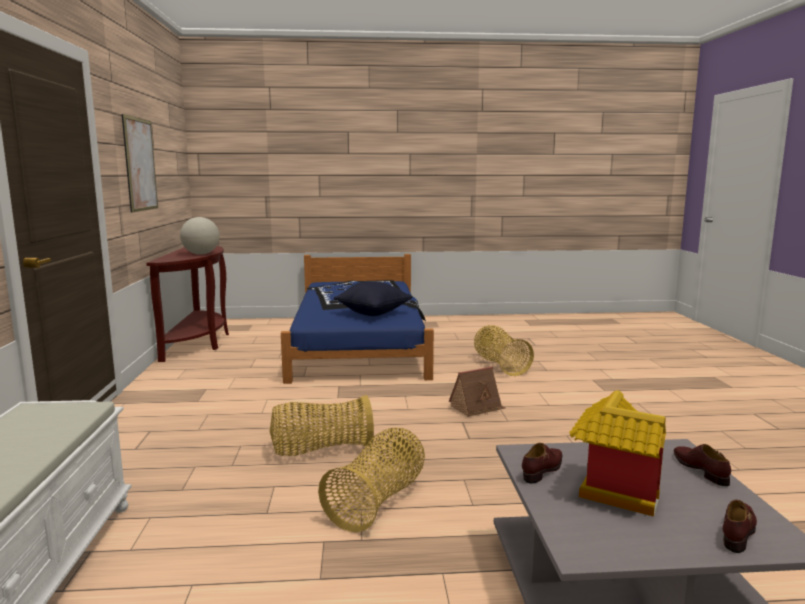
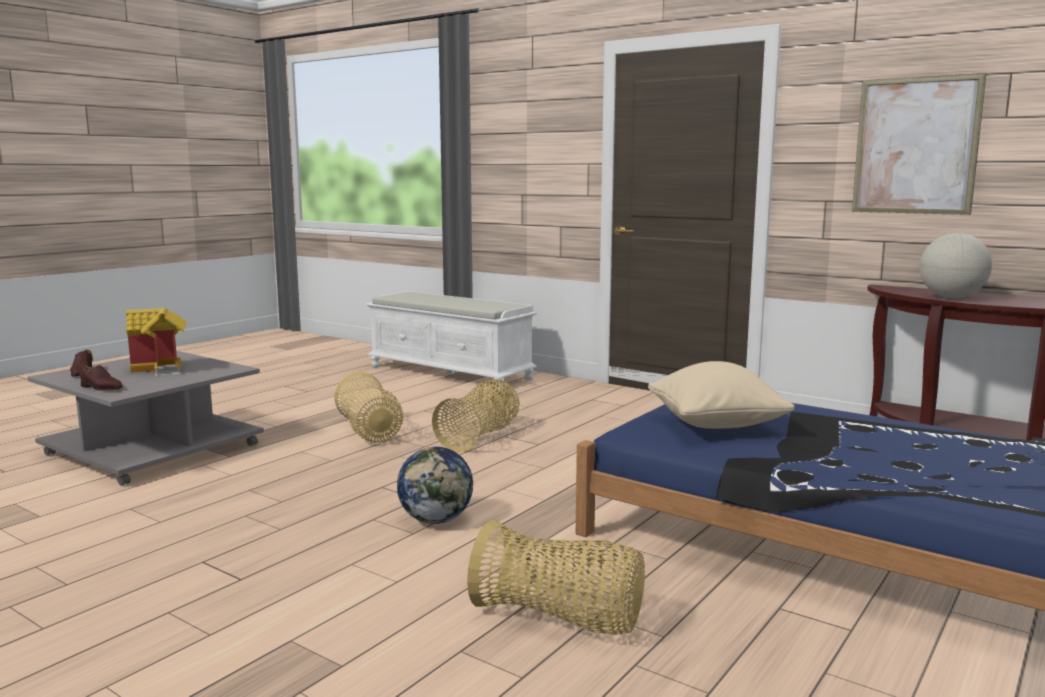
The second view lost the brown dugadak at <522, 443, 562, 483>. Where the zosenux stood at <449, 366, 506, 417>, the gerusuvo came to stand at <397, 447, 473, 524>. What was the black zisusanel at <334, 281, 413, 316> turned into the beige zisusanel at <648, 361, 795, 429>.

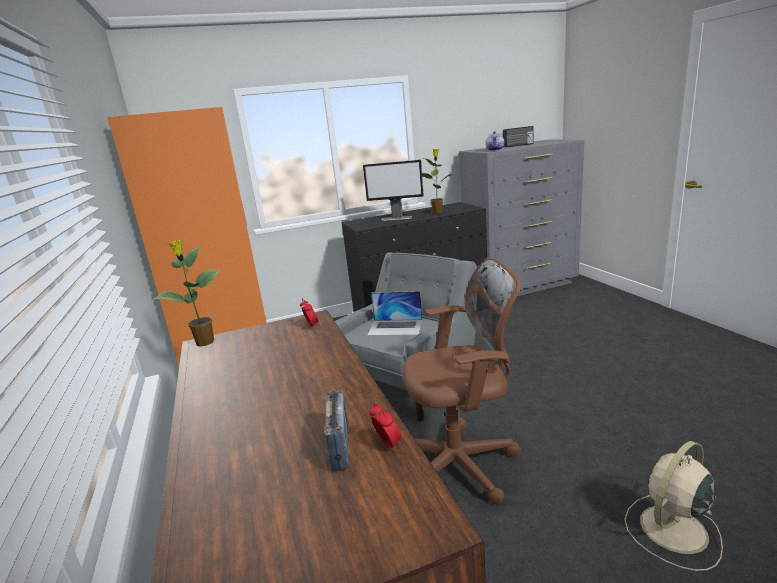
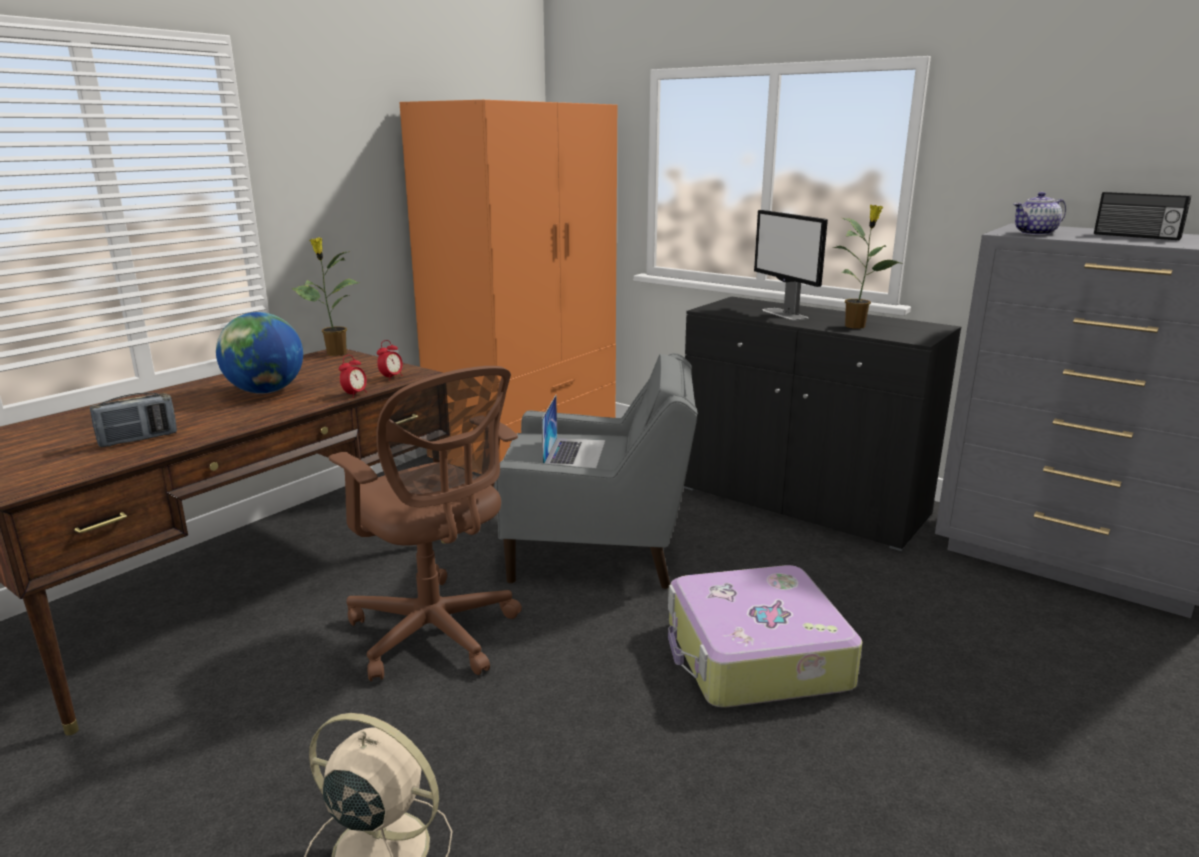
The second view gained the gerusuvo at <216, 312, 303, 394>. The second view gained the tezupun at <668, 565, 862, 707>. The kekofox ended up elsewhere, having gone from <369, 403, 402, 448> to <339, 355, 367, 398>. The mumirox at <367, 291, 422, 336> ended up facing another way, 150 degrees counterclockwise from before.

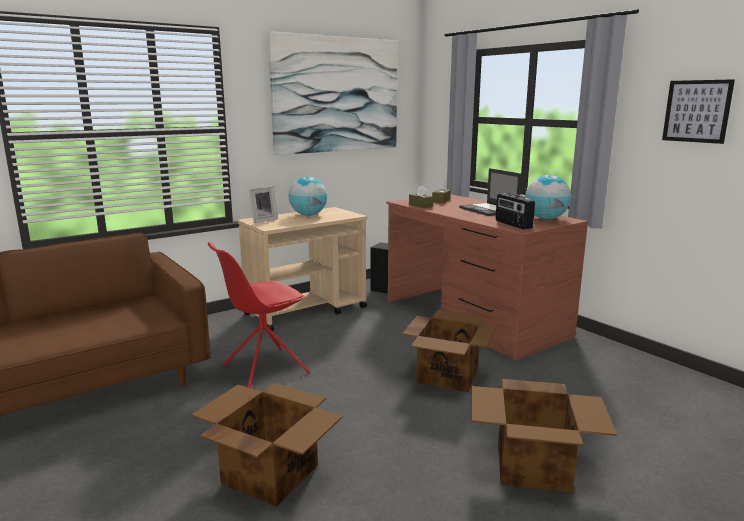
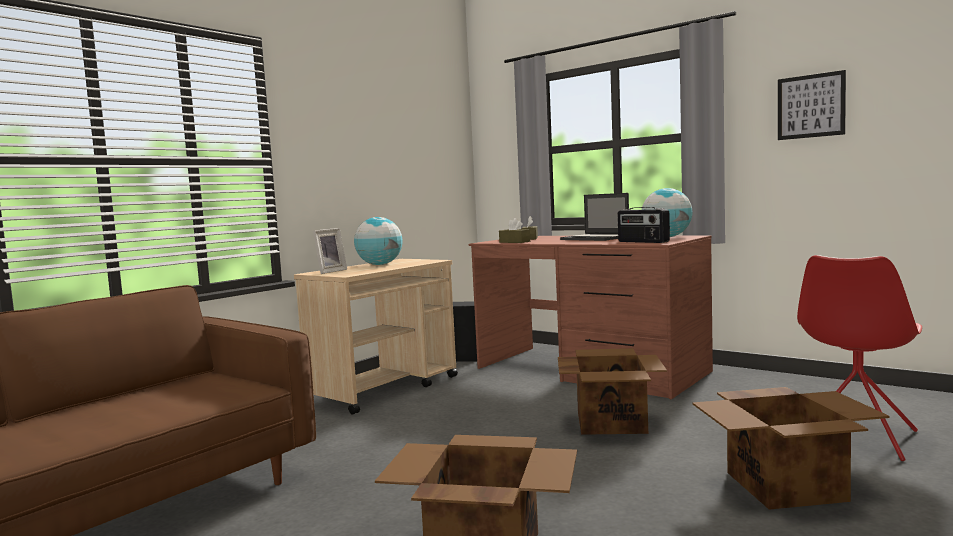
The second view lost the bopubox at <268, 31, 398, 155>. The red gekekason ended up elsewhere, having gone from <208, 242, 310, 388> to <797, 255, 922, 461>.

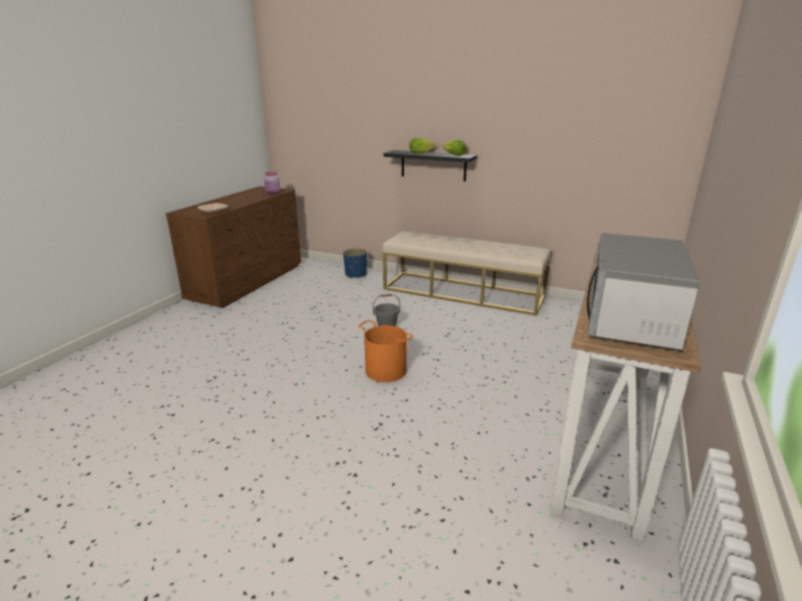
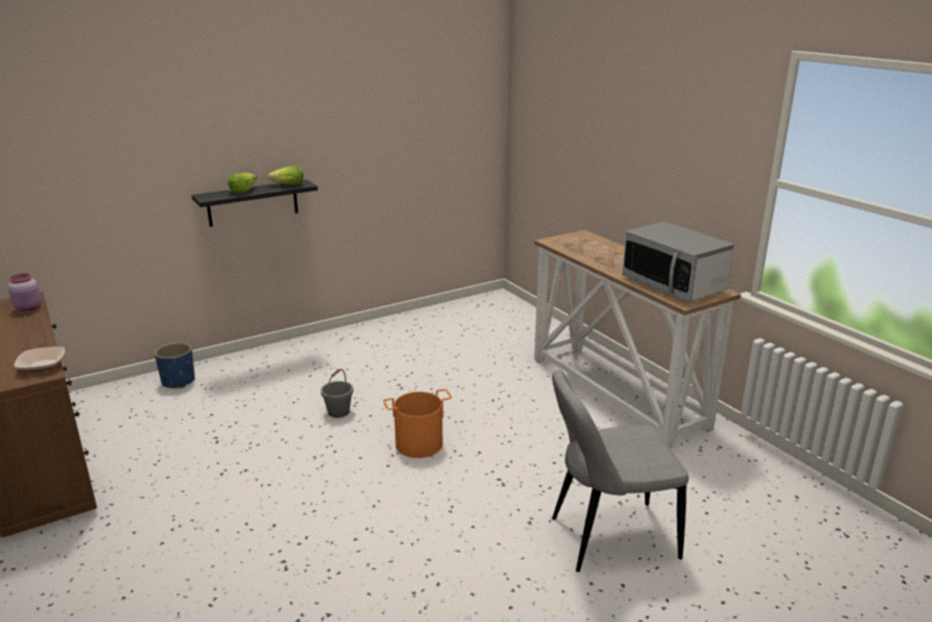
The second view lost the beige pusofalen at <383, 231, 551, 316>. The second view gained the grey gekekason at <552, 370, 689, 572>.

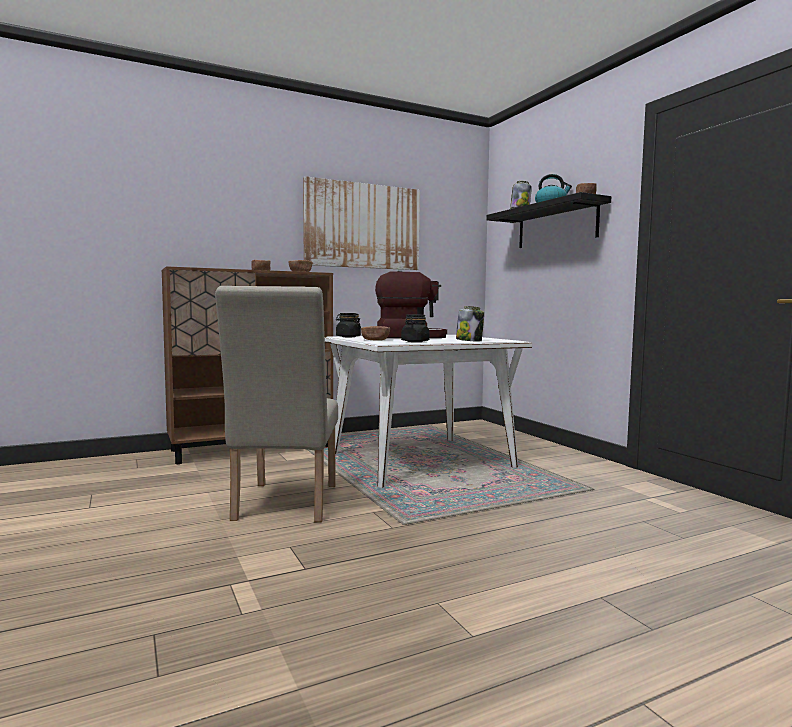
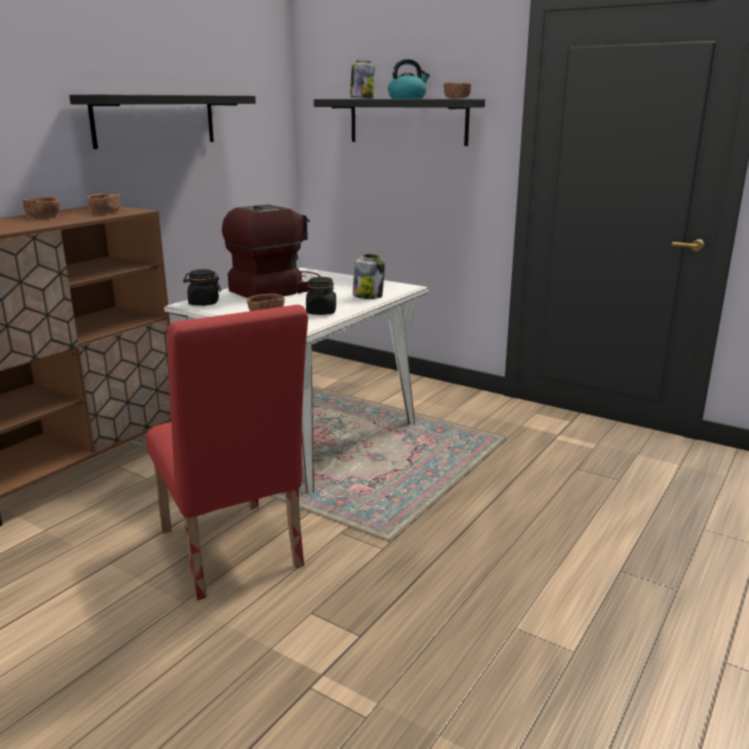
Where the bopubox hung at <303, 176, 420, 270>, the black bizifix came to hang at <69, 95, 256, 149>. What was the beige gekekason at <215, 286, 338, 522> turned into the red gekekason at <146, 305, 308, 600>.

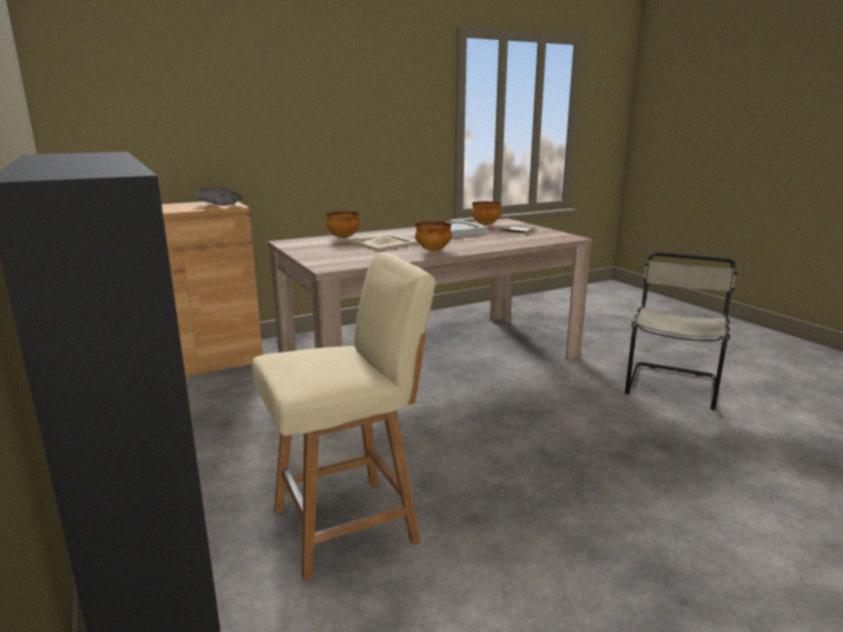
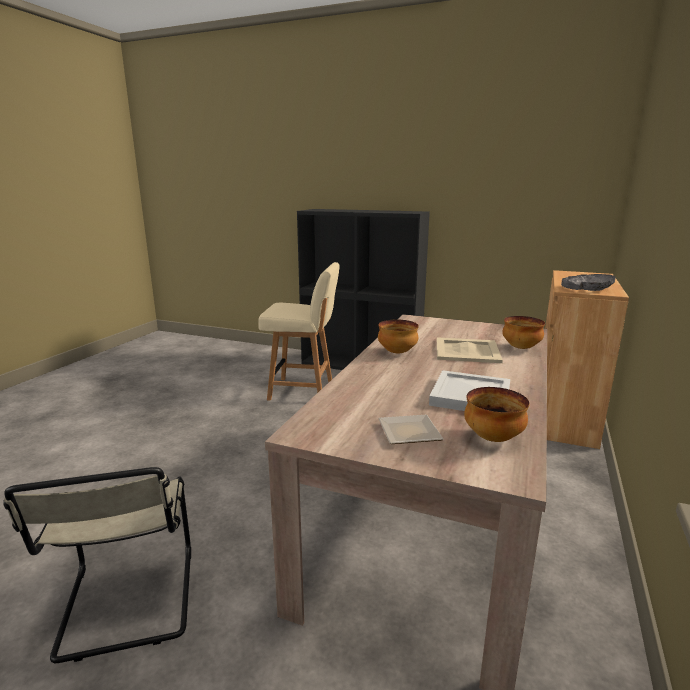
The beige gekekason at <252, 252, 436, 581> ended up facing another way, 105 degrees counterclockwise from before.

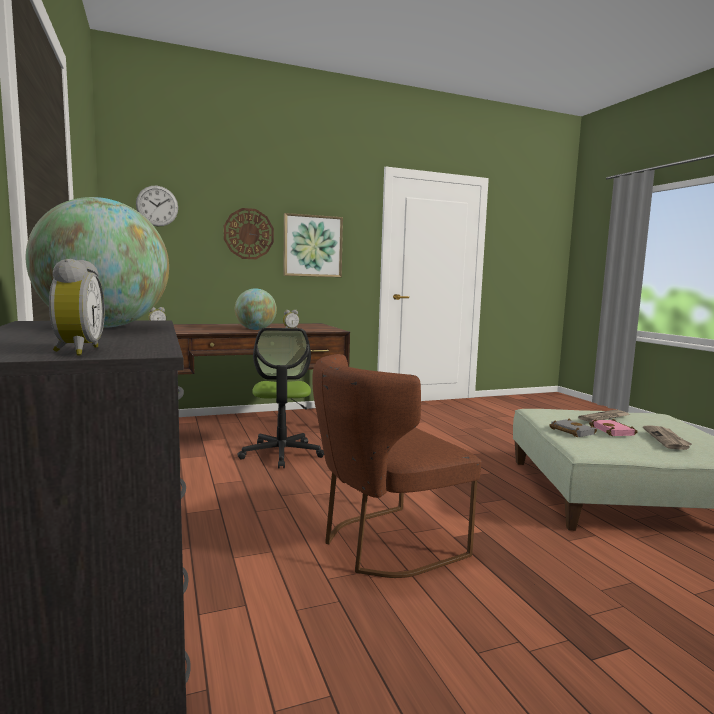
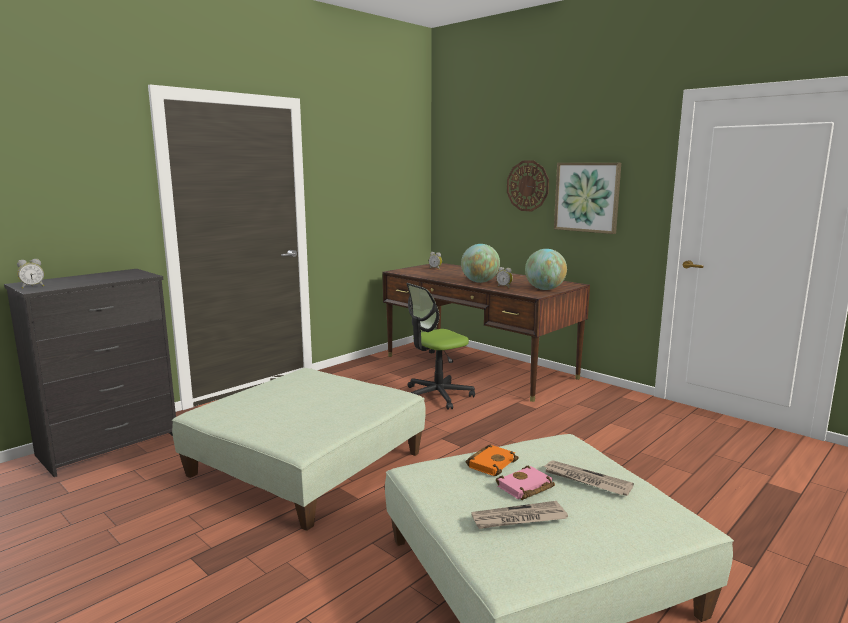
The second view lost the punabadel at <136, 186, 178, 227>. The gerusuvo ended up elsewhere, having gone from <26, 197, 169, 328> to <525, 249, 567, 290>. Where the brown gekekason stood at <312, 354, 481, 578>, the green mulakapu came to stand at <172, 368, 426, 531>. What was the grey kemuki at <549, 418, 597, 437> turned into the orange kemuki at <466, 445, 519, 476>.

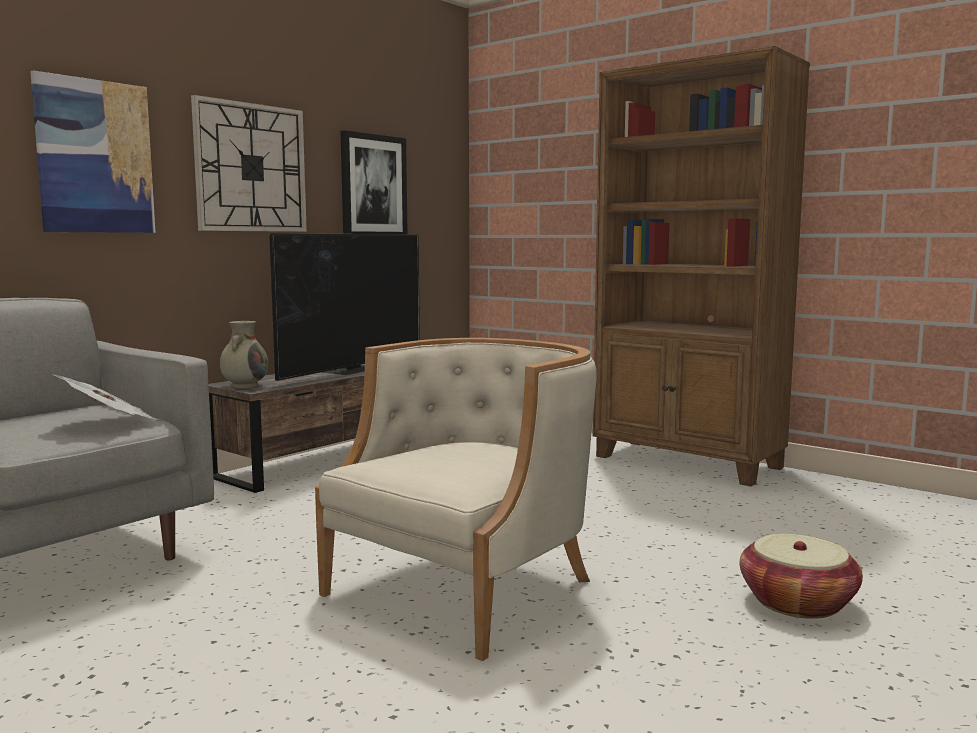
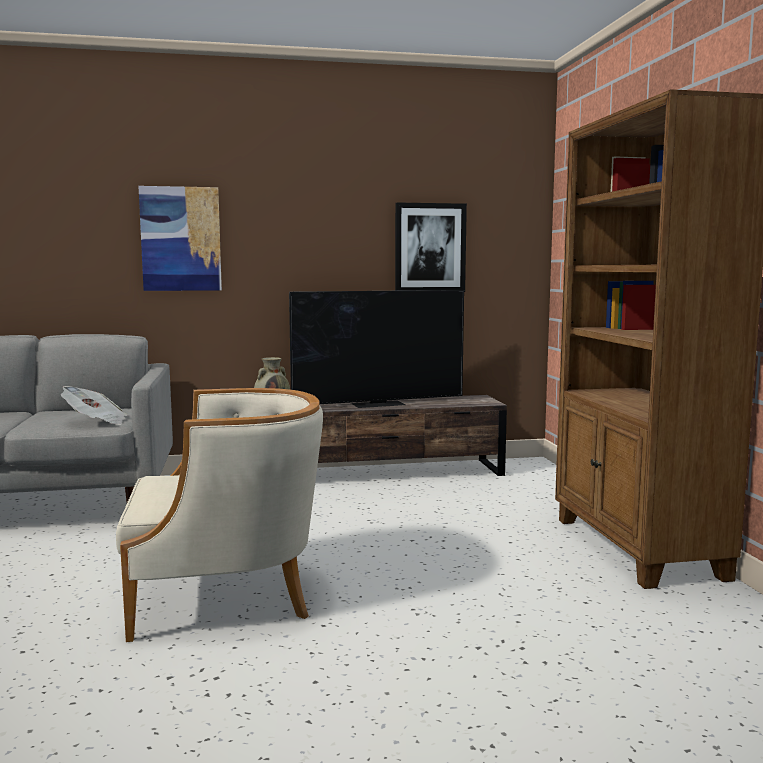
The second view lost the punabadel at <191, 95, 307, 232>. The second view lost the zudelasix at <740, 534, 863, 619>.

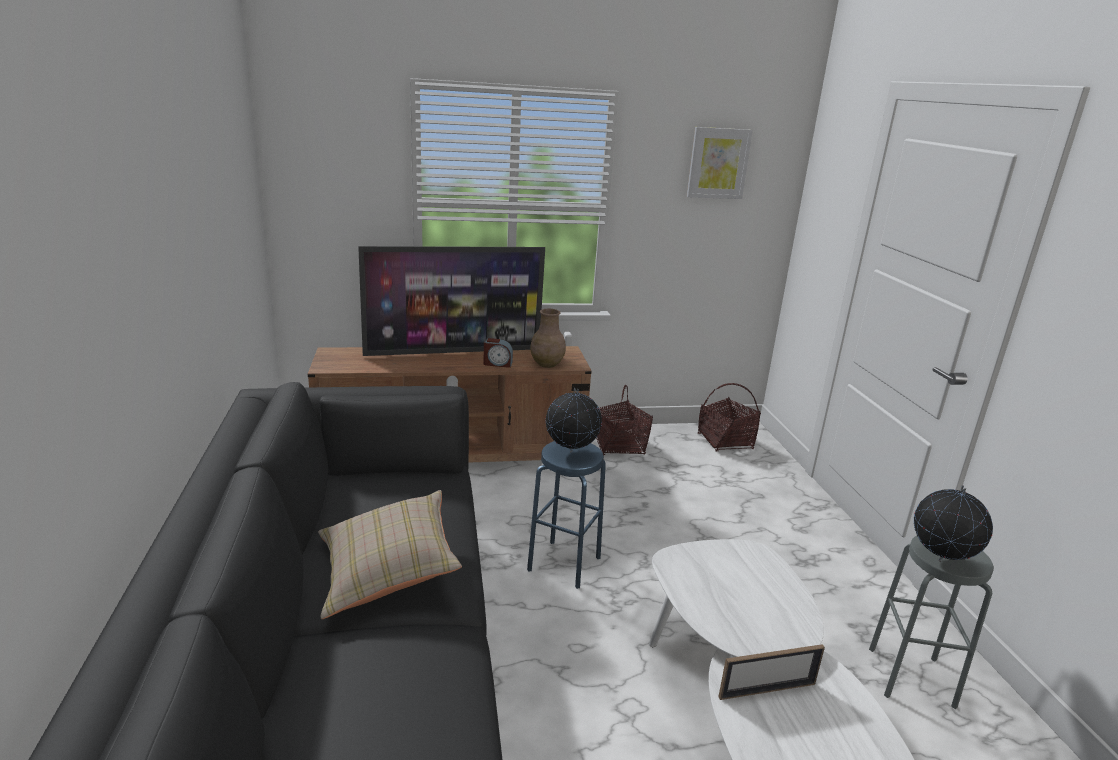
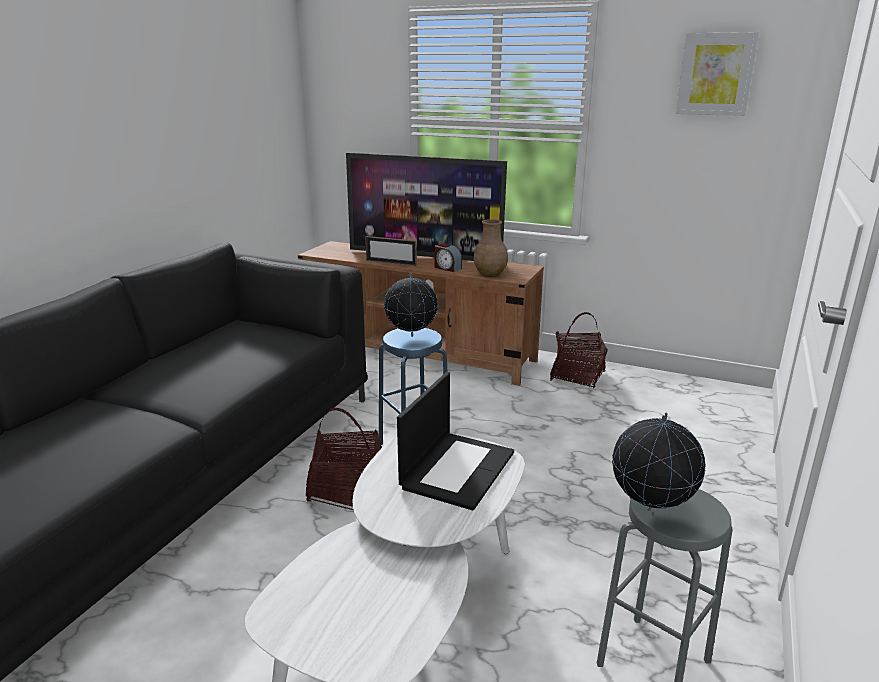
The second view lost the beige zisusanel at <318, 490, 462, 619>. The second view gained the mumirox at <397, 372, 514, 511>. The zudelasix ended up elsewhere, having gone from <698, 383, 761, 452> to <306, 408, 382, 510>. The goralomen ended up elsewhere, having gone from <718, 644, 825, 700> to <365, 236, 417, 266>.

